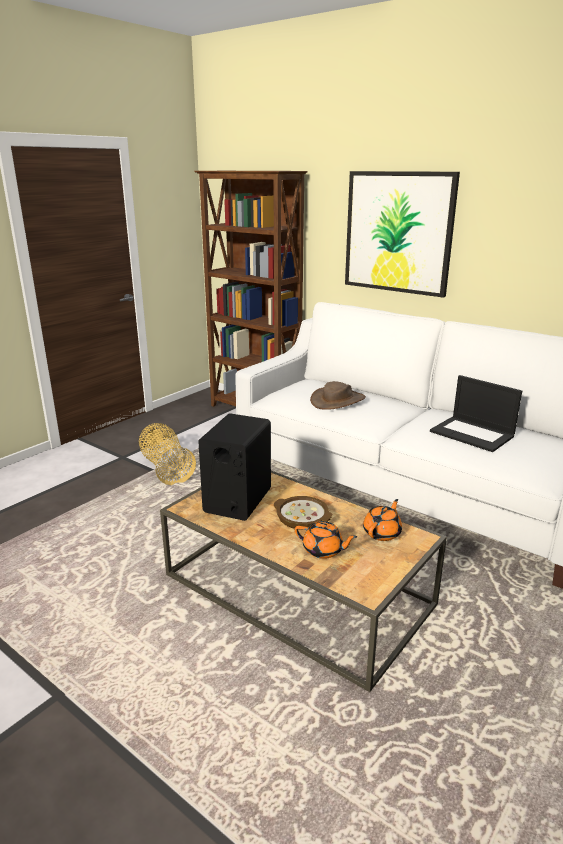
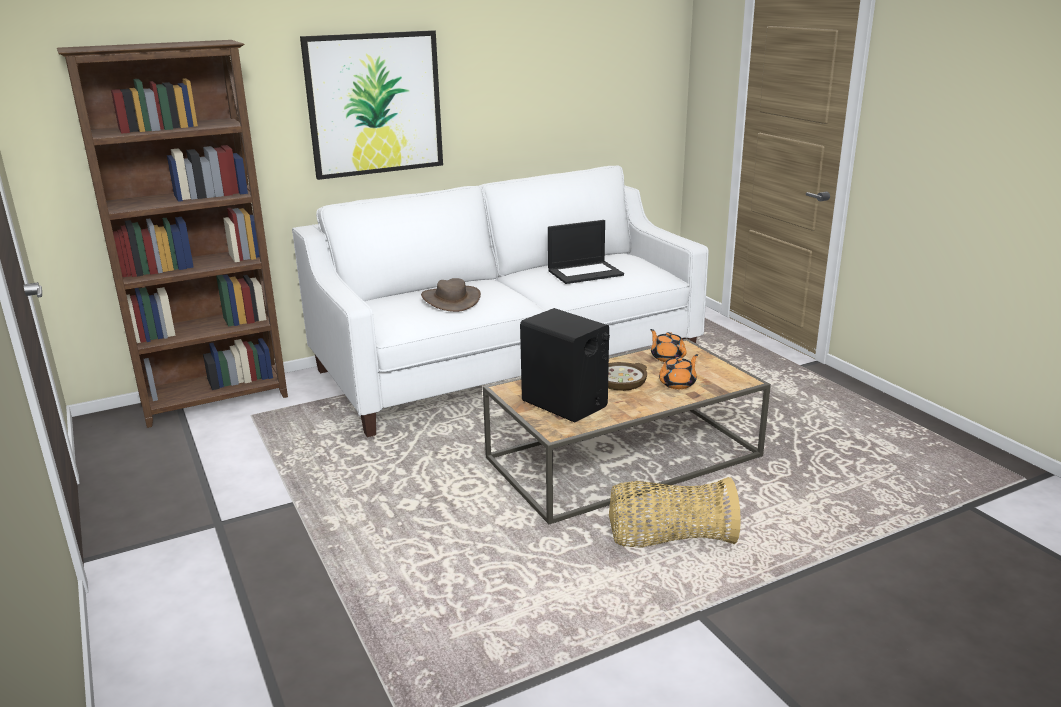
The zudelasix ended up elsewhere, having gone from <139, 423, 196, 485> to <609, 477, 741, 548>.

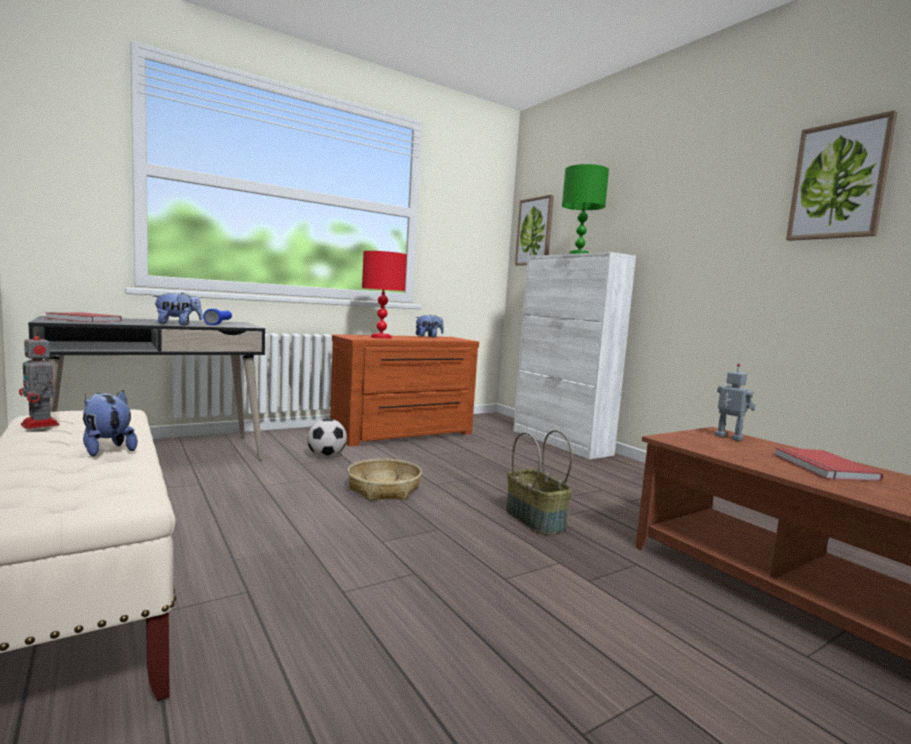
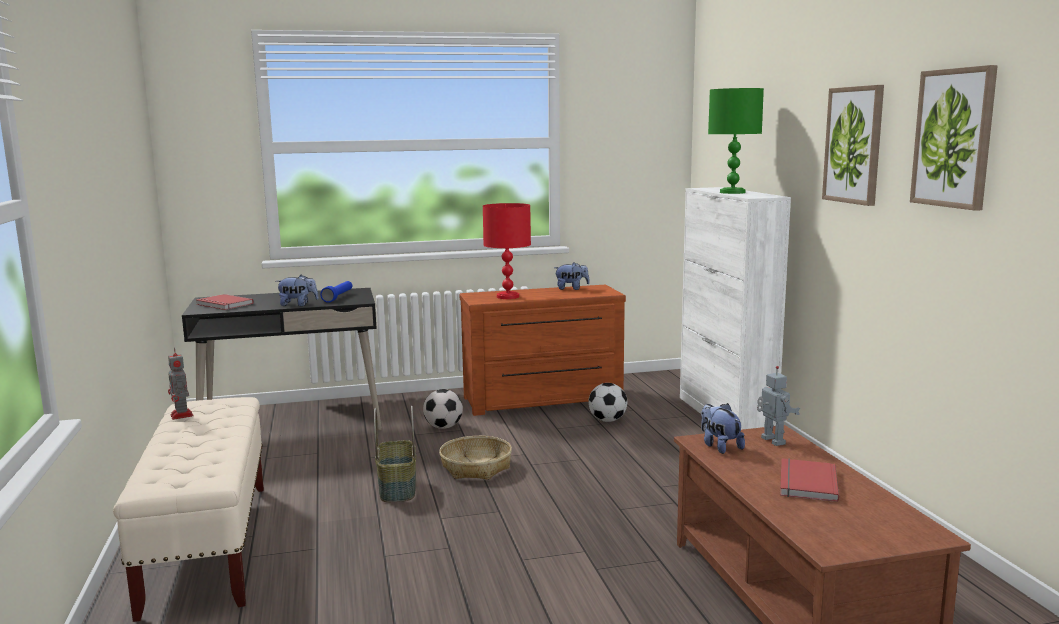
The second view gained the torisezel at <588, 383, 627, 422>. The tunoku ended up elsewhere, having gone from <83, 390, 137, 457> to <701, 403, 745, 454>. The zudelasix ended up elsewhere, having gone from <505, 430, 572, 534> to <374, 406, 416, 502>. The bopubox ended up elsewhere, having gone from <515, 195, 554, 266> to <822, 85, 884, 206>.

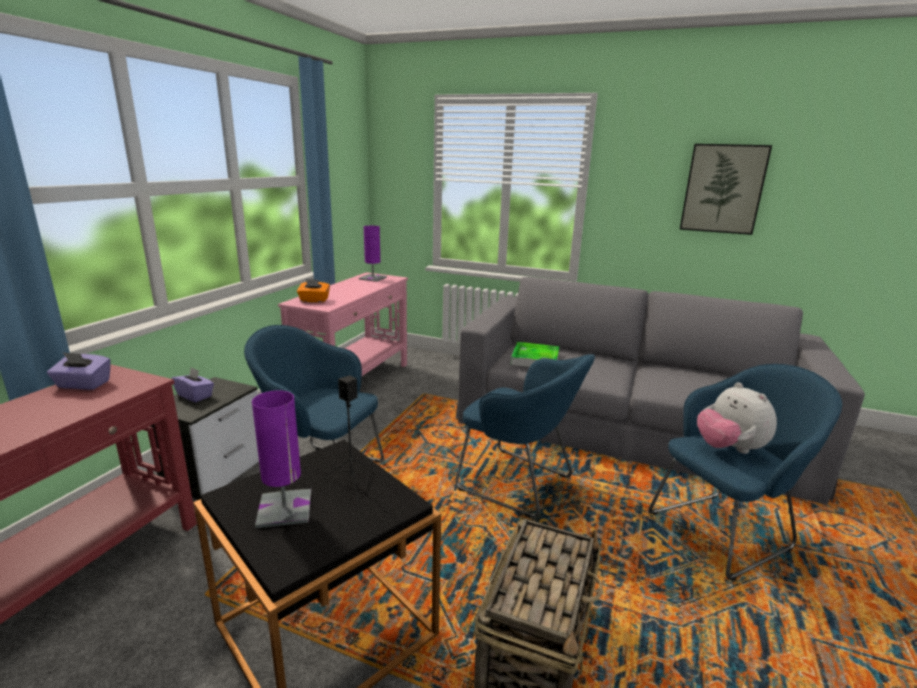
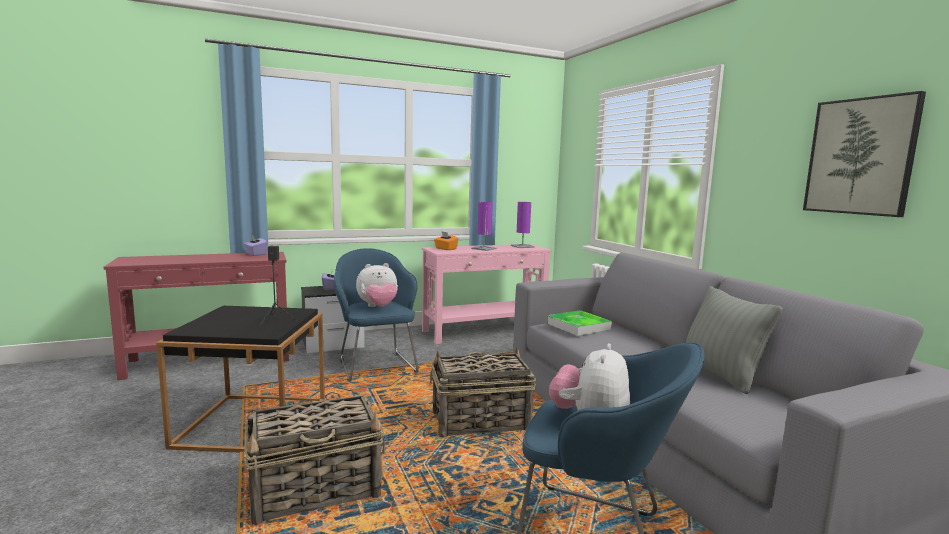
The second view gained the tunoku at <356, 263, 398, 307>. The second view gained the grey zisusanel at <686, 286, 782, 394>. The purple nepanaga ended up elsewhere, having gone from <252, 390, 311, 528> to <471, 202, 497, 251>. Where the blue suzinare stood at <455, 354, 595, 518>, the zudelasix came to stand at <430, 347, 536, 438>.

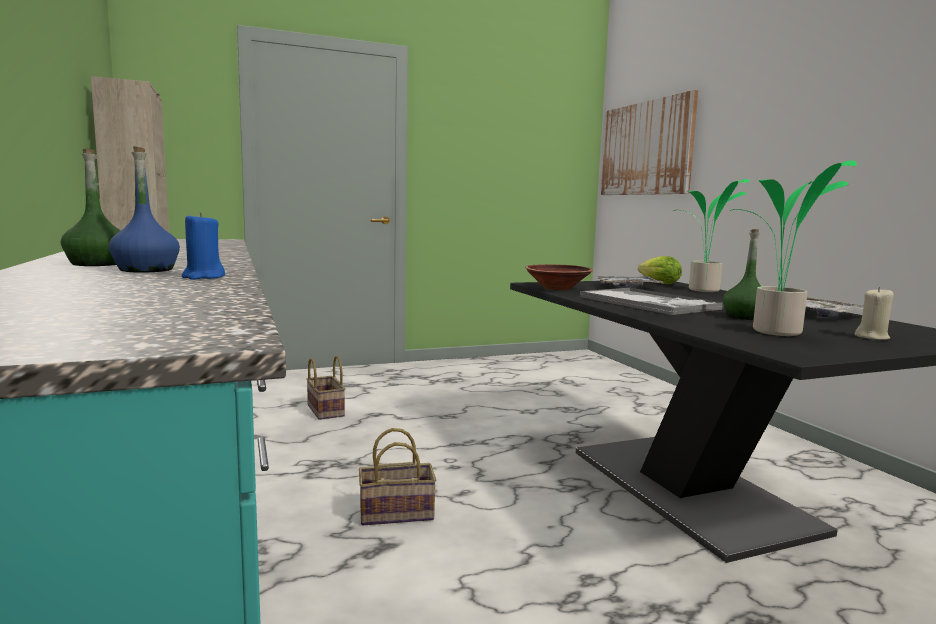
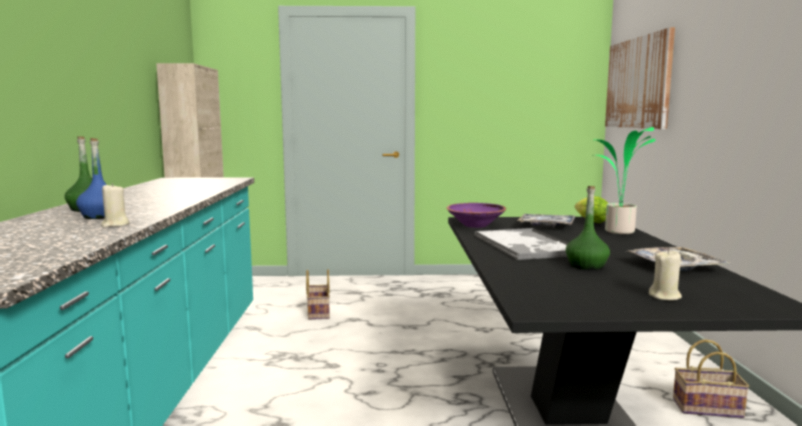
The second view lost the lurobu at <729, 160, 857, 336>. The zudelasix ended up elsewhere, having gone from <359, 428, 436, 525> to <673, 339, 749, 418>. What was the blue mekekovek at <182, 212, 225, 280> turned into the beige mekekovek at <101, 183, 130, 227>. What was the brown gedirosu at <525, 264, 593, 290> turned into the purple gedirosu at <447, 203, 506, 228>.

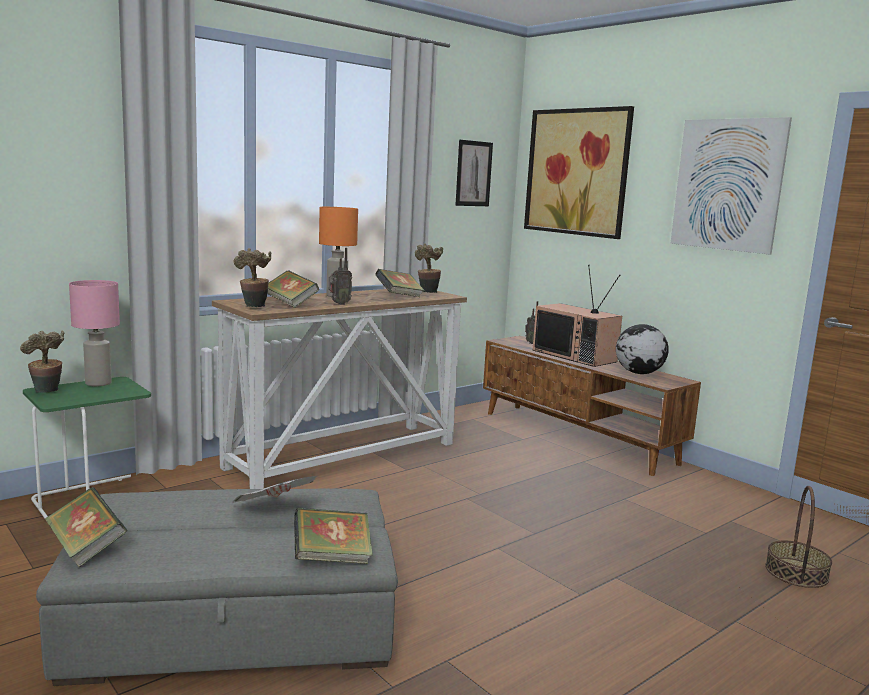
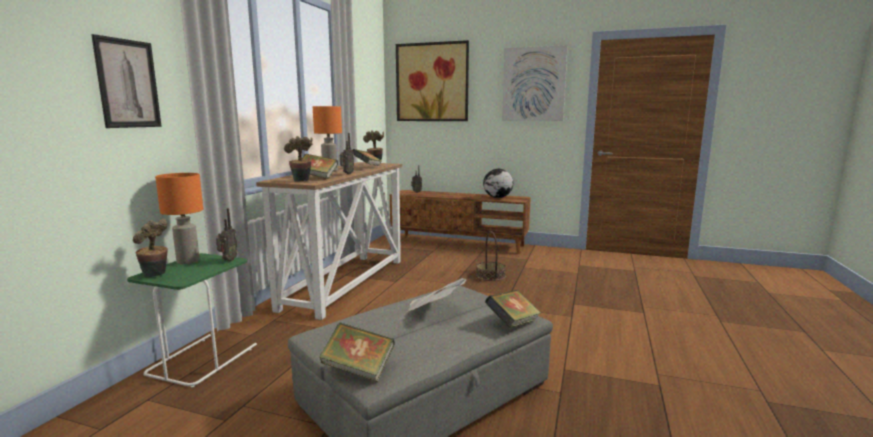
The second view lost the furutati at <533, 265, 622, 367>. The second view gained the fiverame at <216, 208, 238, 261>. The bopubox ended up elsewhere, having gone from <455, 140, 493, 206> to <91, 34, 162, 128>. The zudelasix ended up elsewhere, having gone from <765, 486, 832, 588> to <476, 231, 506, 281>. What was the pink nepanaga at <69, 280, 120, 386> turned into the orange nepanaga at <155, 173, 203, 264>.

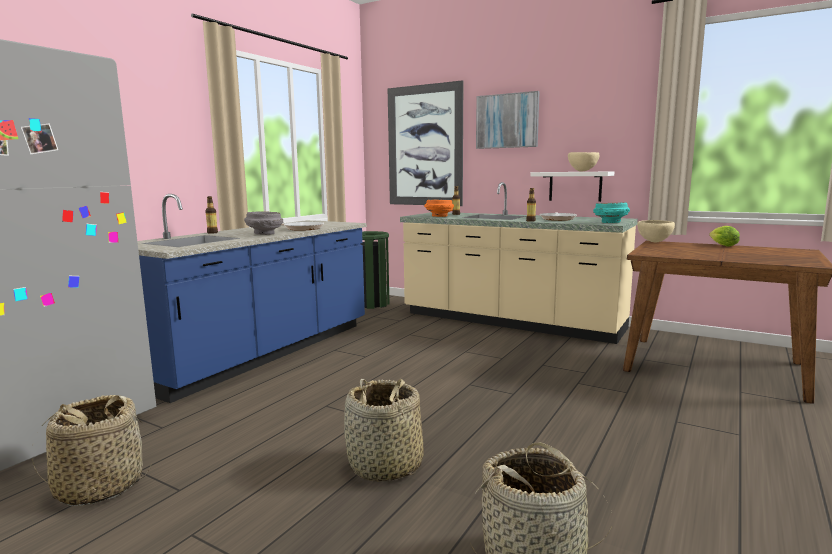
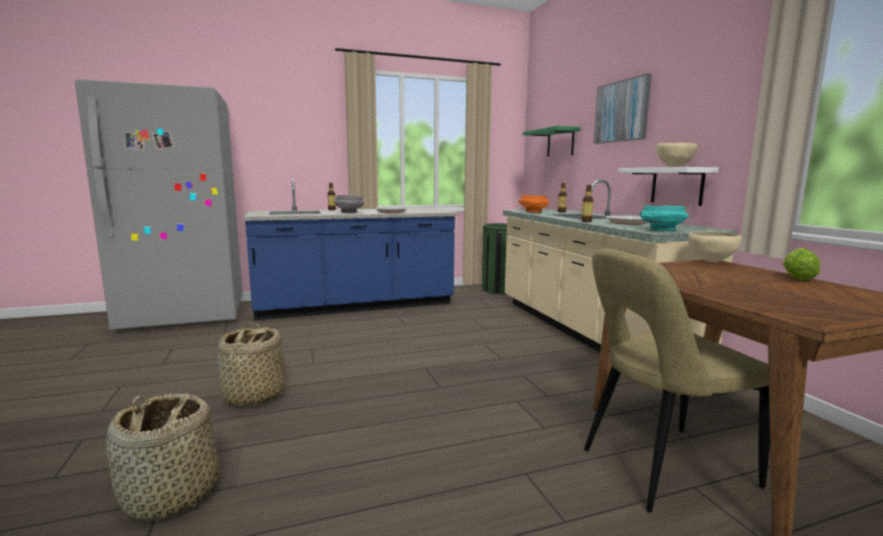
The second view lost the zudelasix at <32, 395, 152, 506>. The second view gained the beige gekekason at <584, 248, 770, 512>. Where the bopubox hung at <388, 80, 463, 206>, the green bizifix came to hang at <523, 126, 581, 157>.

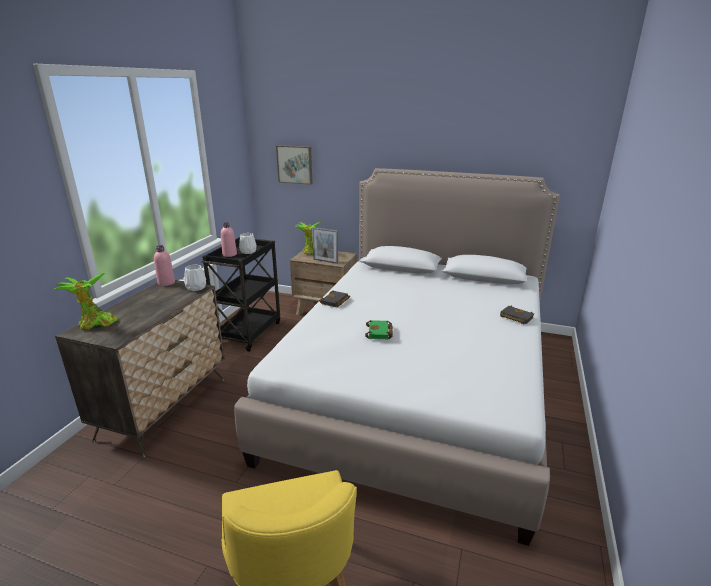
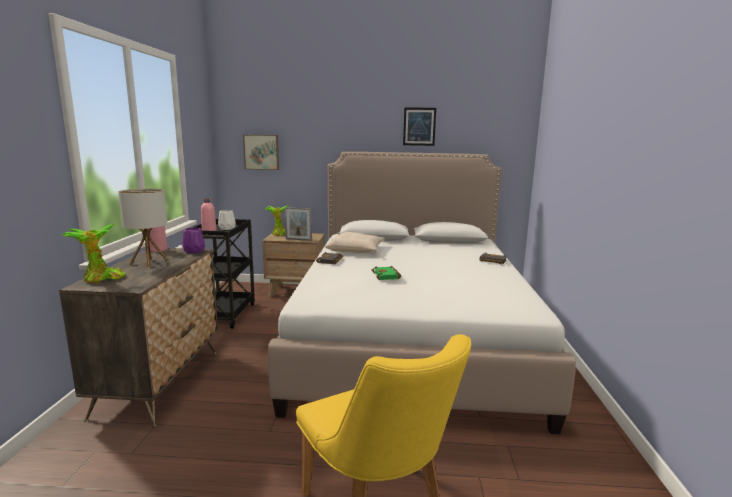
The second view gained the nepanaga at <118, 188, 169, 268>. The second view gained the beige zisusanel at <325, 232, 385, 253>. The second view gained the bopubox at <403, 107, 436, 146>. What was the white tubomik at <184, 265, 206, 291> turned into the purple tubomik at <182, 228, 205, 253>.

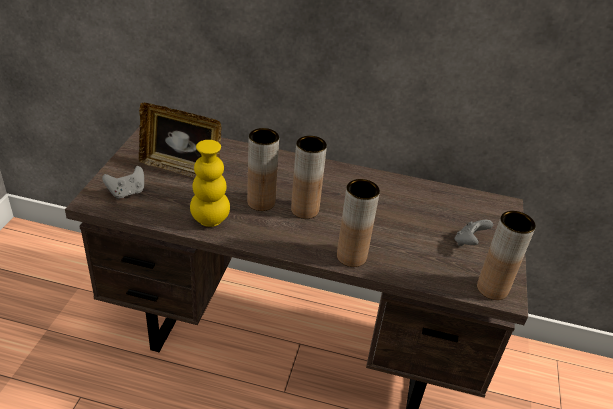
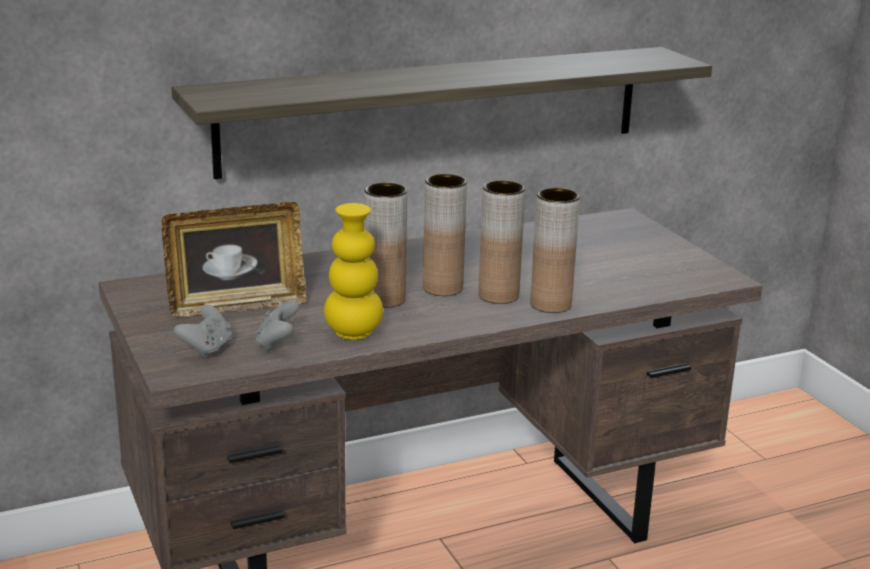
The second view gained the bizifix at <171, 47, 712, 179>. The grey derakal ended up elsewhere, having gone from <455, 220, 493, 246> to <255, 301, 299, 351>. The brown tubomik ended up elsewhere, having gone from <477, 211, 536, 300> to <478, 180, 525, 304>.

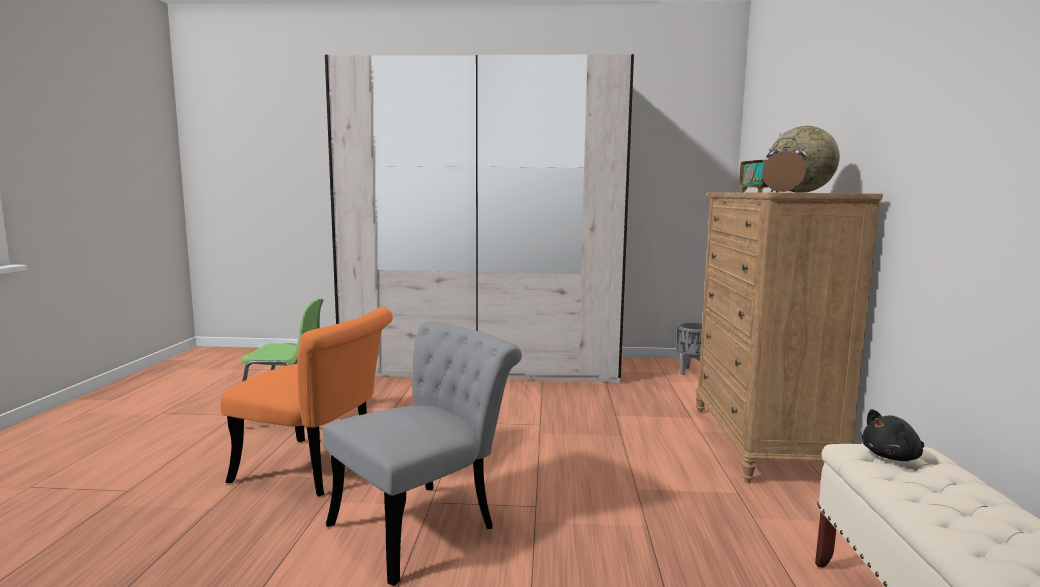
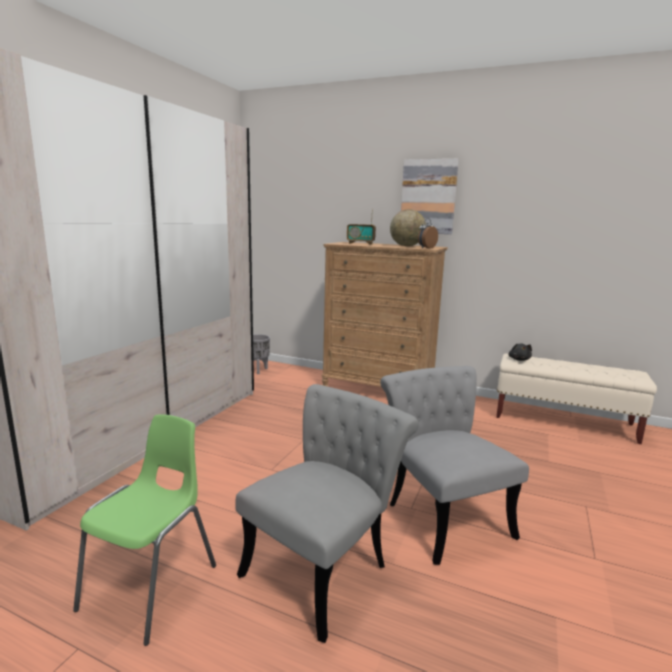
The second view gained the bopubox at <401, 159, 459, 234>. What was the orange gekekason at <220, 308, 393, 496> turned into the grey gekekason at <235, 384, 419, 643>.

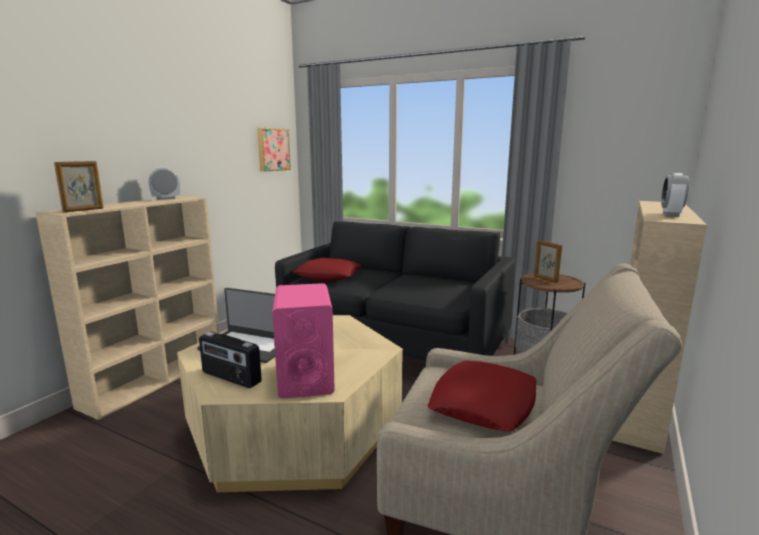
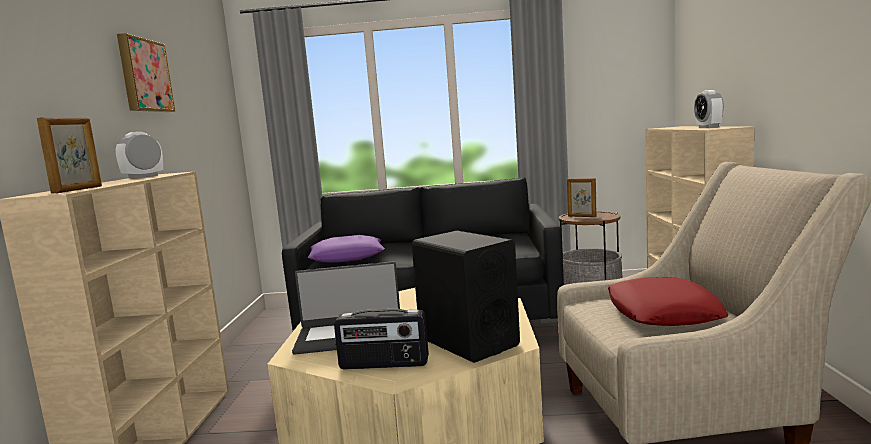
The bopubox ended up elsewhere, having gone from <257, 128, 291, 172> to <117, 33, 176, 112>. What was the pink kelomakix at <272, 283, 335, 398> turned into the black kelomakix at <412, 231, 520, 363>. What was the red zisusanel at <293, 258, 362, 281> turned into the purple zisusanel at <308, 235, 385, 263>.

